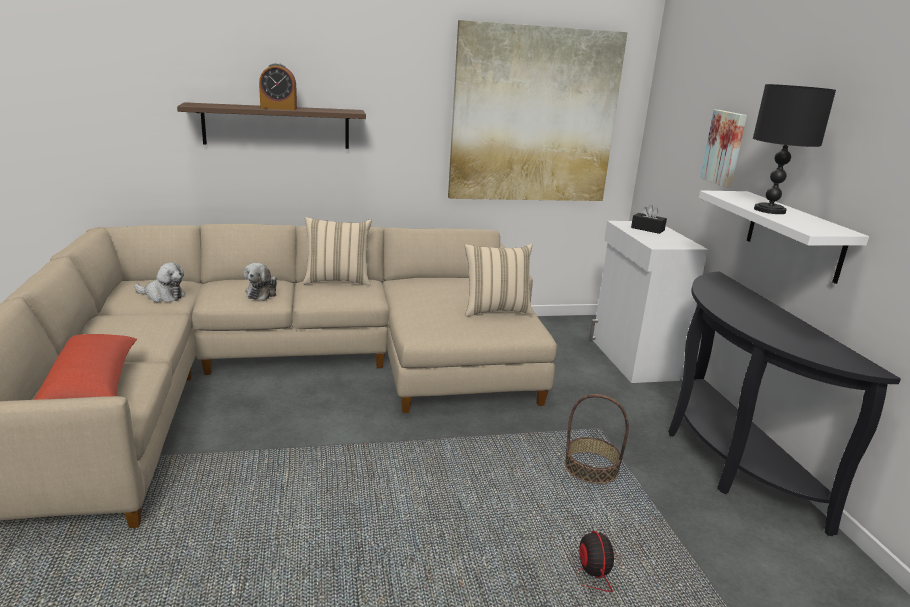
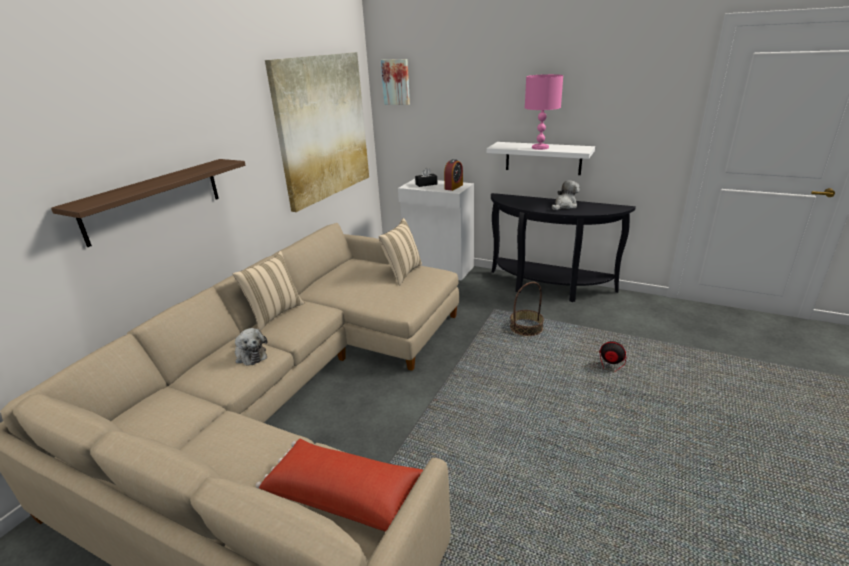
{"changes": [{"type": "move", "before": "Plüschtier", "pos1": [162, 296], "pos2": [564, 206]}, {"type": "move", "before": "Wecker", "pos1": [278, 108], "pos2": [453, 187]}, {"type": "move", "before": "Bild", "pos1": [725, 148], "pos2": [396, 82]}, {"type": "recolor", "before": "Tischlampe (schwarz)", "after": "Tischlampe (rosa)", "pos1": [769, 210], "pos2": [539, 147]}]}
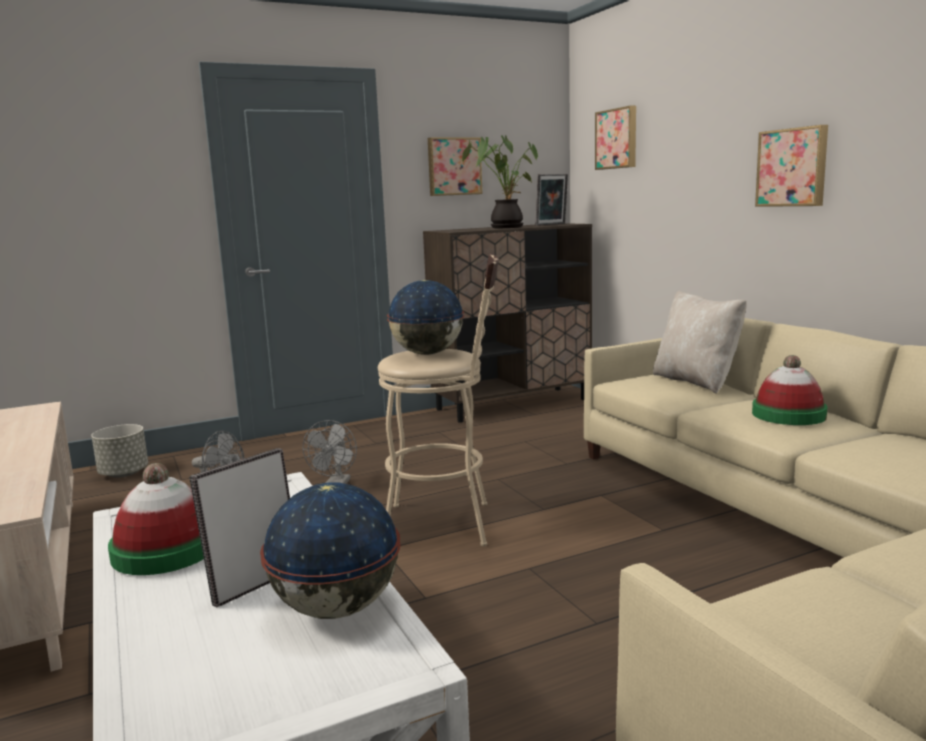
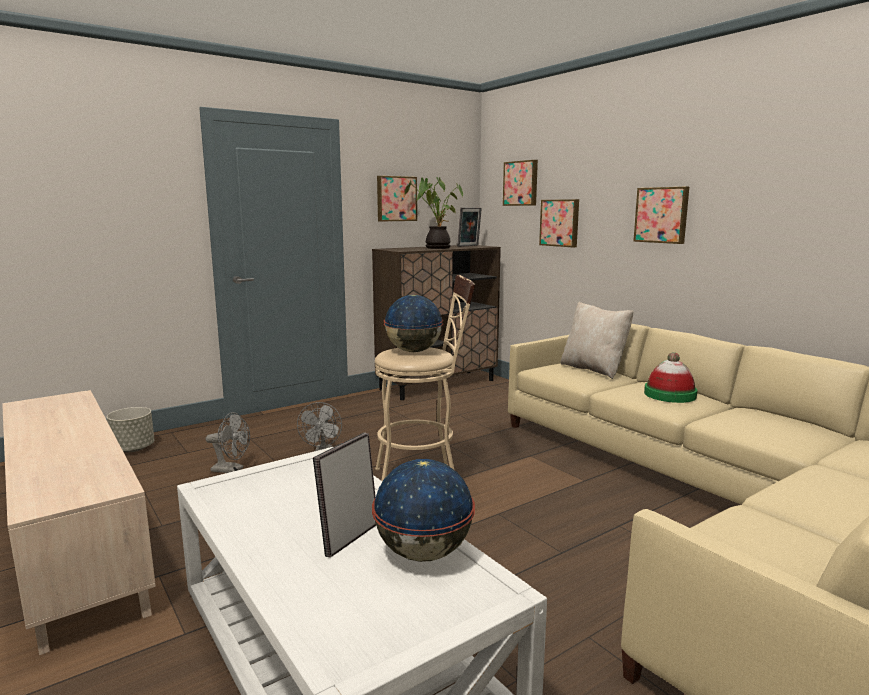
{"changes": [{"type": "delete", "before": "Hut", "pos1": [166, 549]}, {"type": "insert", "after": "Bild", "pos2": [560, 223]}]}
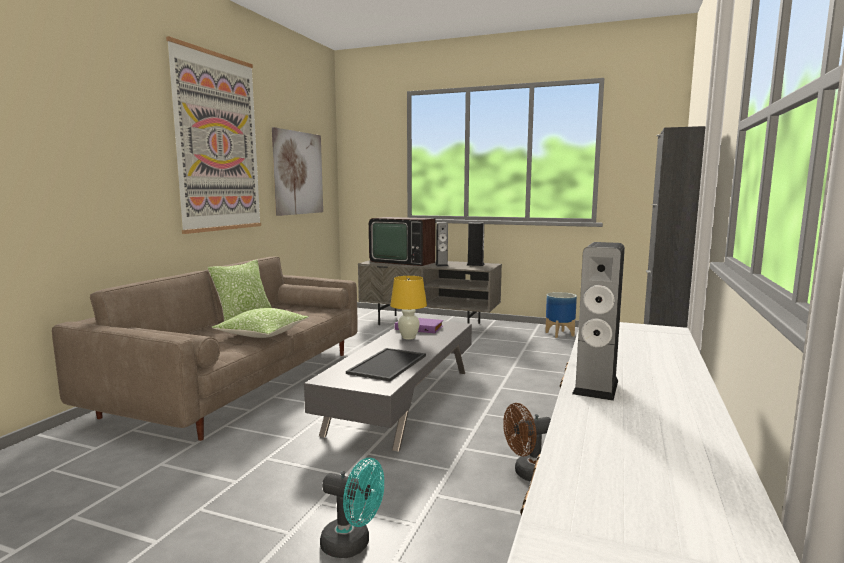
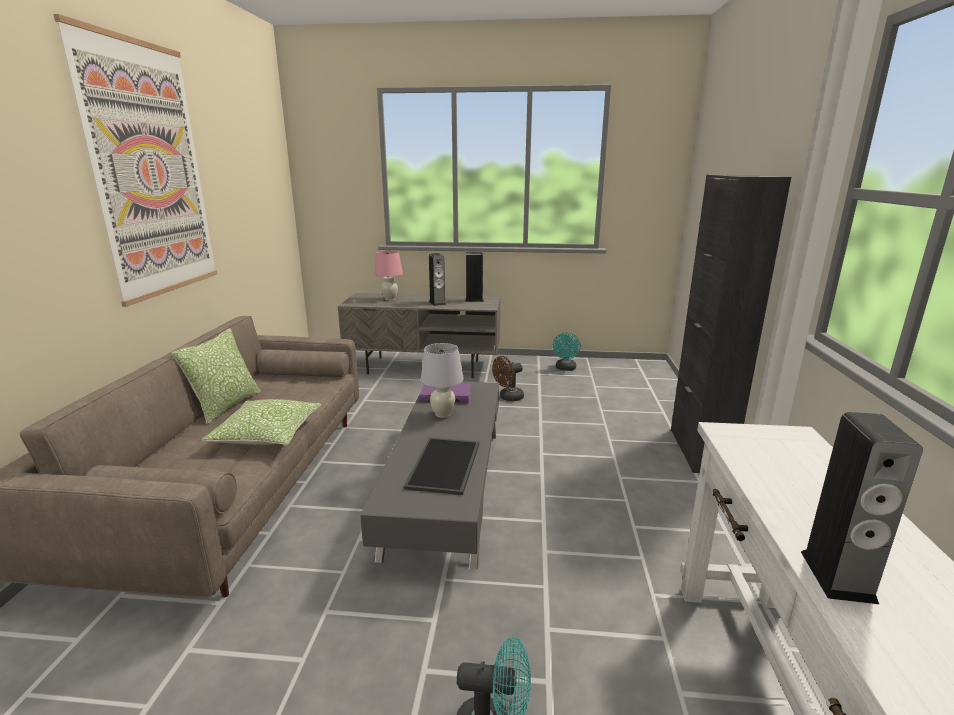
{"changes": [{"type": "delete", "before": "Bild", "pos1": [298, 173]}, {"type": "replace", "before": "Fernseher", "after": "Tischlampe (rosa)", "pos1": [403, 261], "pos2": [390, 299]}, {"type": "recolor", "before": "Tischlampe (gelb)", "after": "Tischlampe (weiß)", "pos1": [408, 337], "pos2": [442, 414]}, {"type": "move", "before": "Ventilator (braun)", "pos1": [528, 474], "pos2": [508, 398]}, {"type": "replace", "before": "Pflanzkübel", "after": "Ventilator (türkis)", "pos1": [560, 334], "pos2": [565, 369]}]}
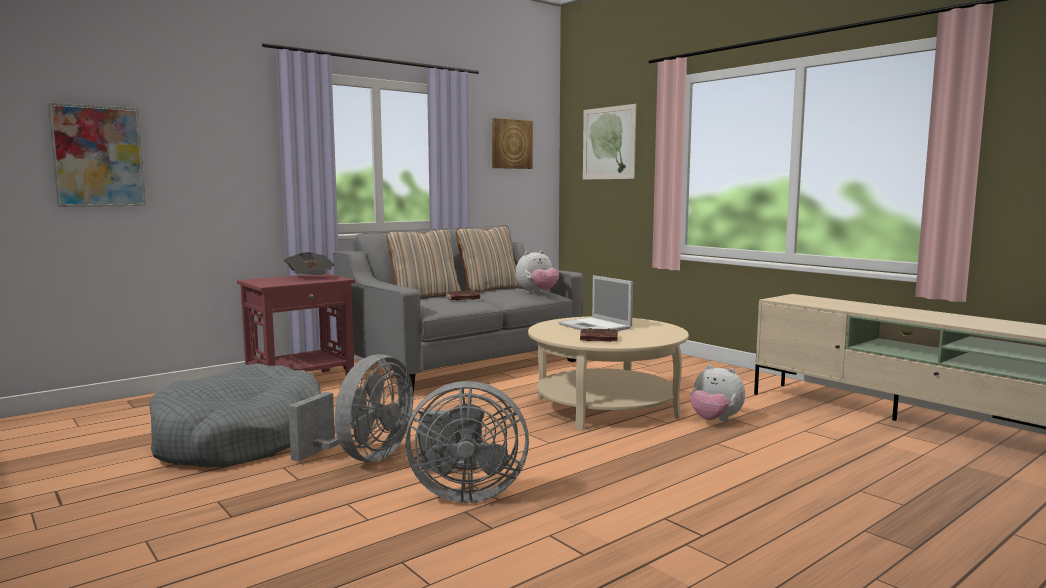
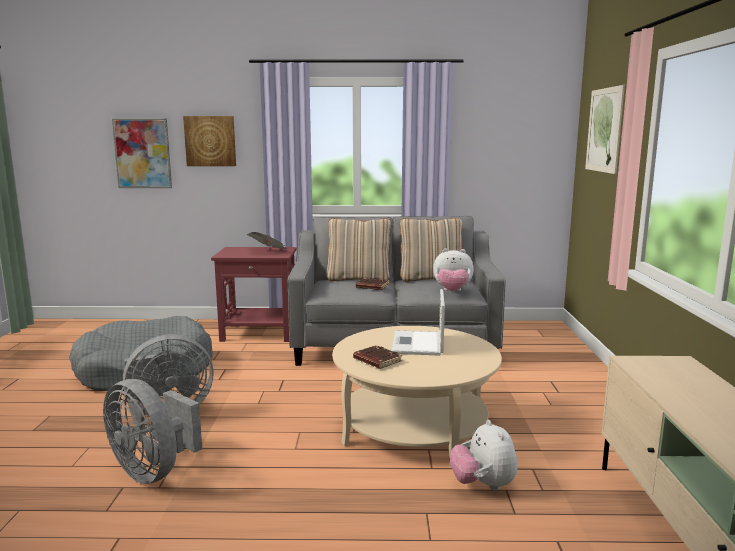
{"changes": [{"type": "move", "before": "Bild", "pos1": [511, 144], "pos2": [210, 141]}]}
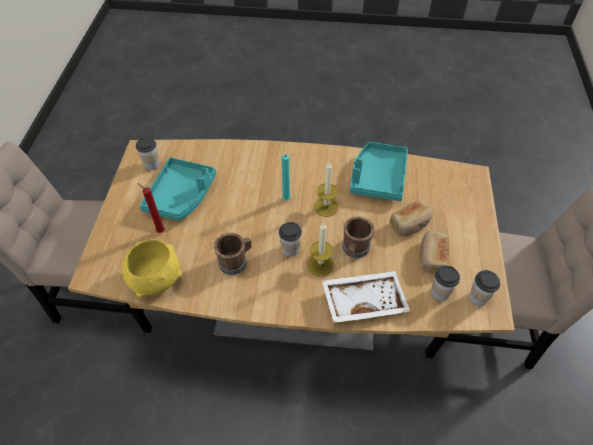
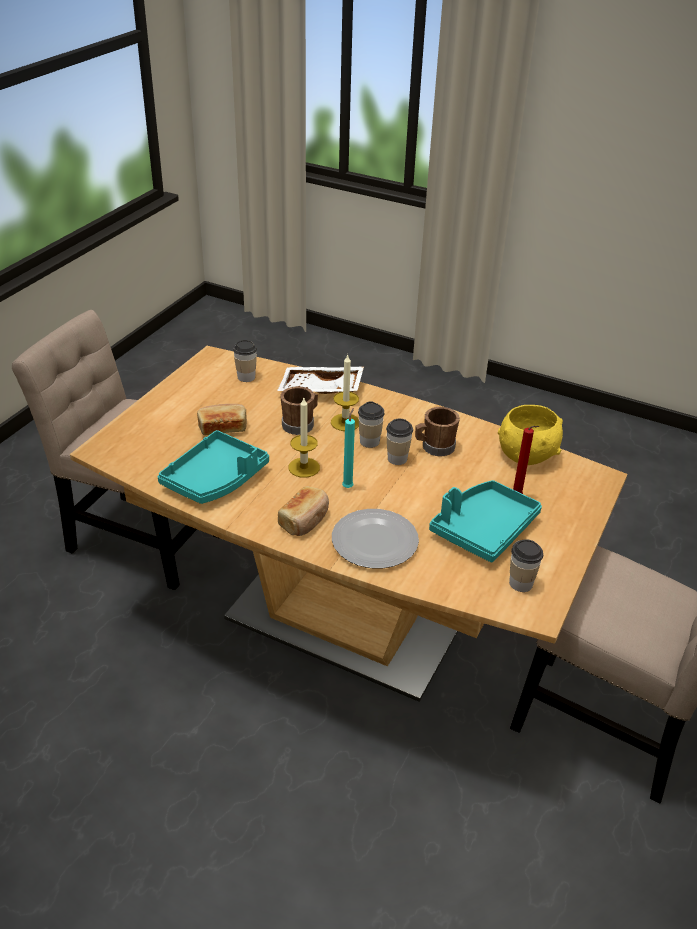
{"changes": [{"type": "move", "before": "Brot", "pos1": [432, 257], "pos2": [305, 520]}, {"type": "move", "before": "Tasse", "pos1": [478, 298], "pos2": [397, 458]}, {"type": "insert", "after": "Teller", "pos2": [375, 541]}]}
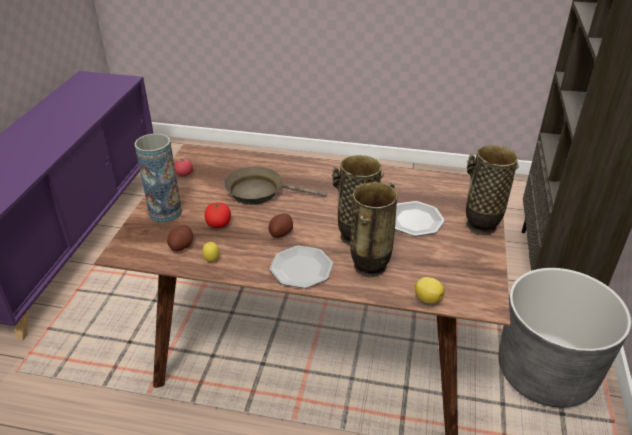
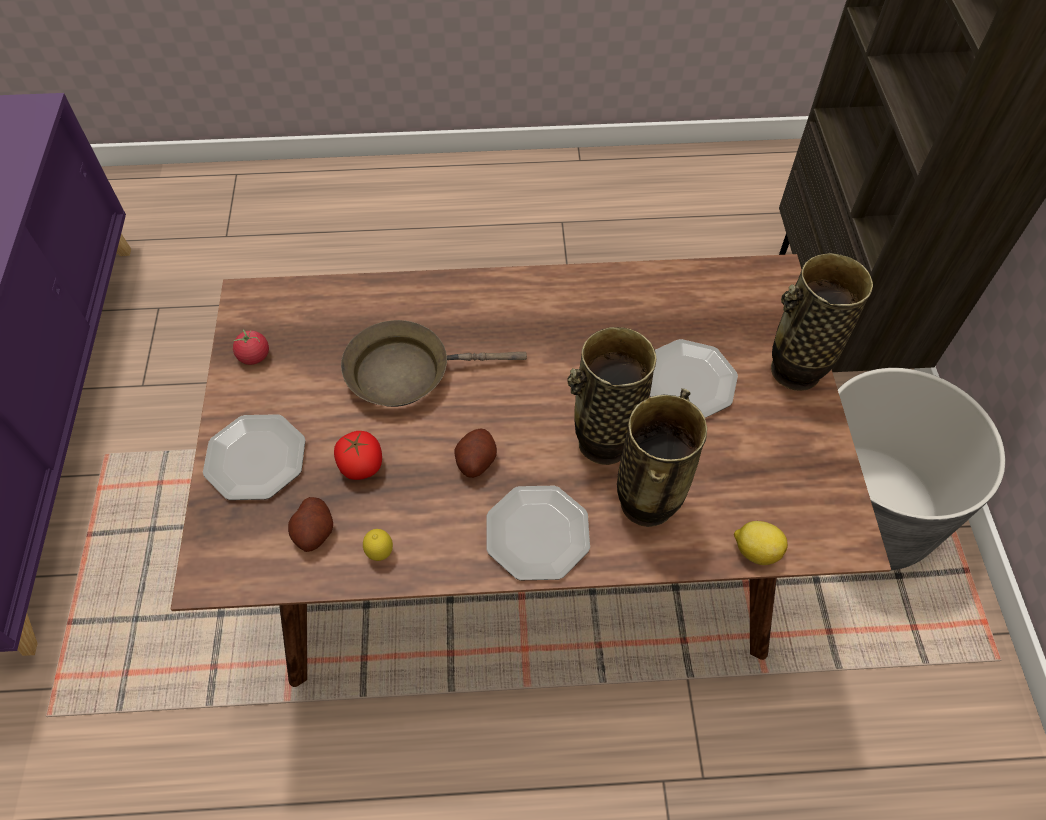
{"changes": [{"type": "replace", "before": "Vase", "after": "Teller", "pos1": [165, 212], "pos2": [255, 459]}]}
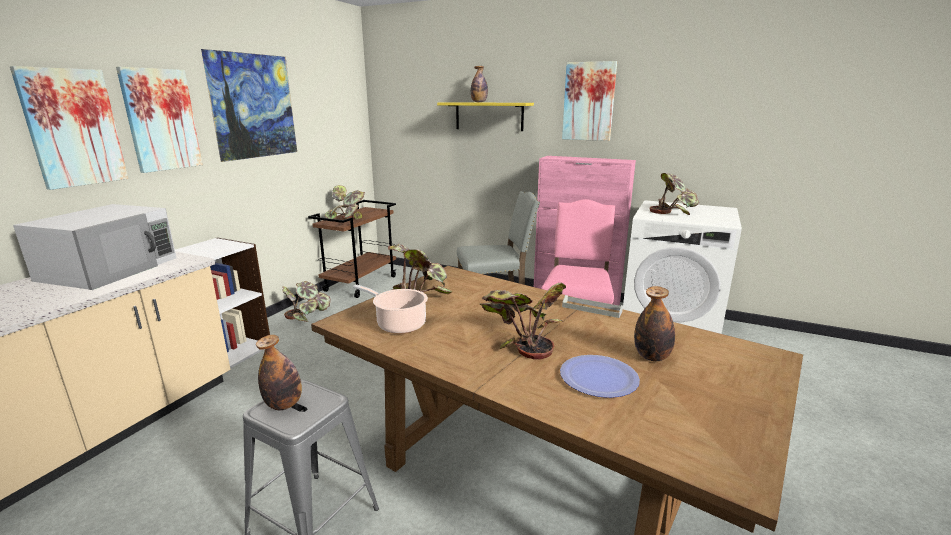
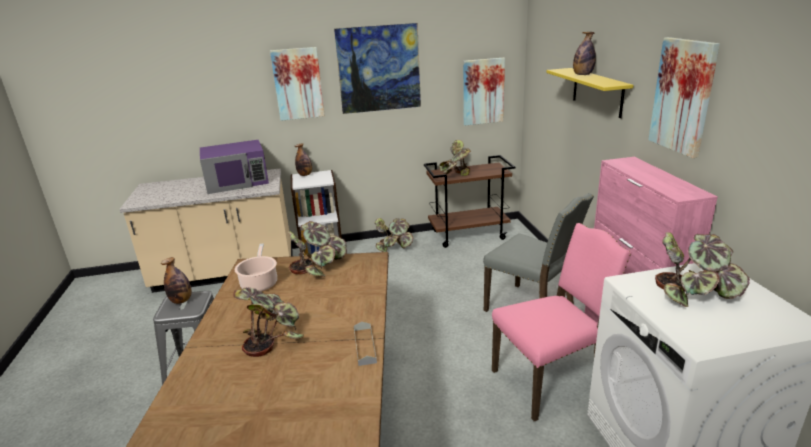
{"changes": [{"type": "move", "before": "Bild", "pos1": [73, 128], "pos2": [483, 91]}, {"type": "recolor", "before": "Mikrowelle (weiß)", "after": "Mikrowelle (lila)", "pos1": [110, 268], "pos2": [237, 181]}, {"type": "delete", "before": "Teller", "pos1": [598, 377]}, {"type": "move", "before": "Flasche", "pos1": [651, 357], "pos2": [305, 175]}]}
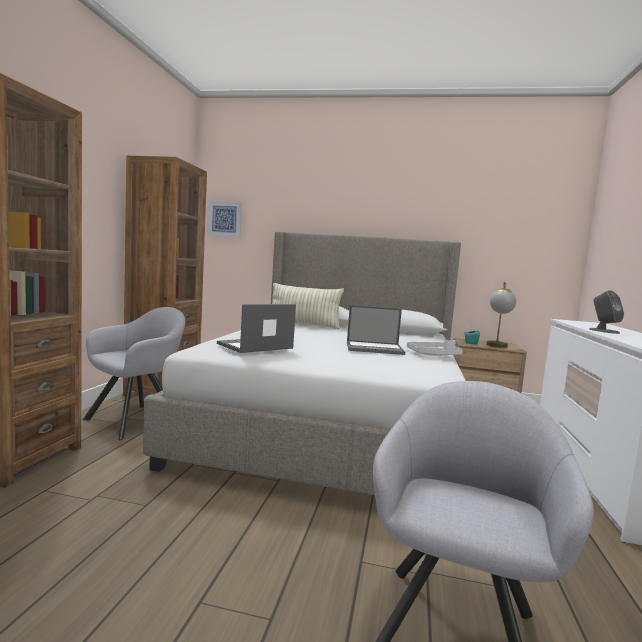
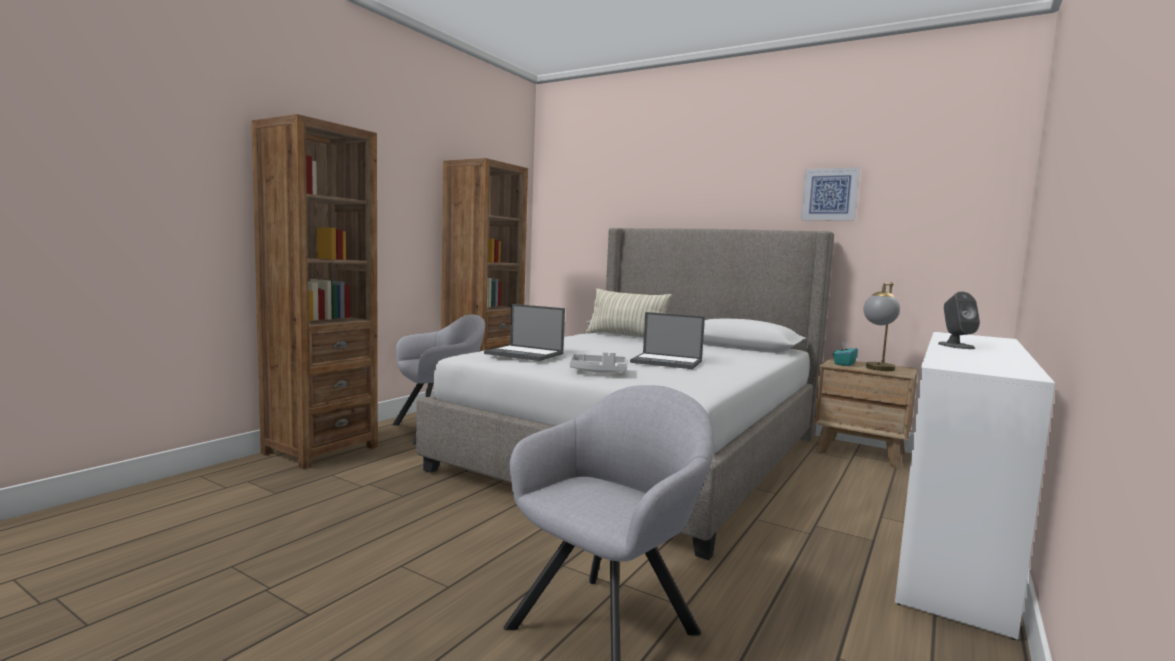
{"changes": [{"type": "move", "before": "Bild", "pos1": [225, 219], "pos2": [830, 194]}, {"type": "rotate", "before": "Laptop", "pos1": [254, 346], "pos2": [525, 354], "turn": -135}, {"type": "move", "before": "Tablett (grau)", "pos1": [433, 355], "pos2": [598, 372]}]}
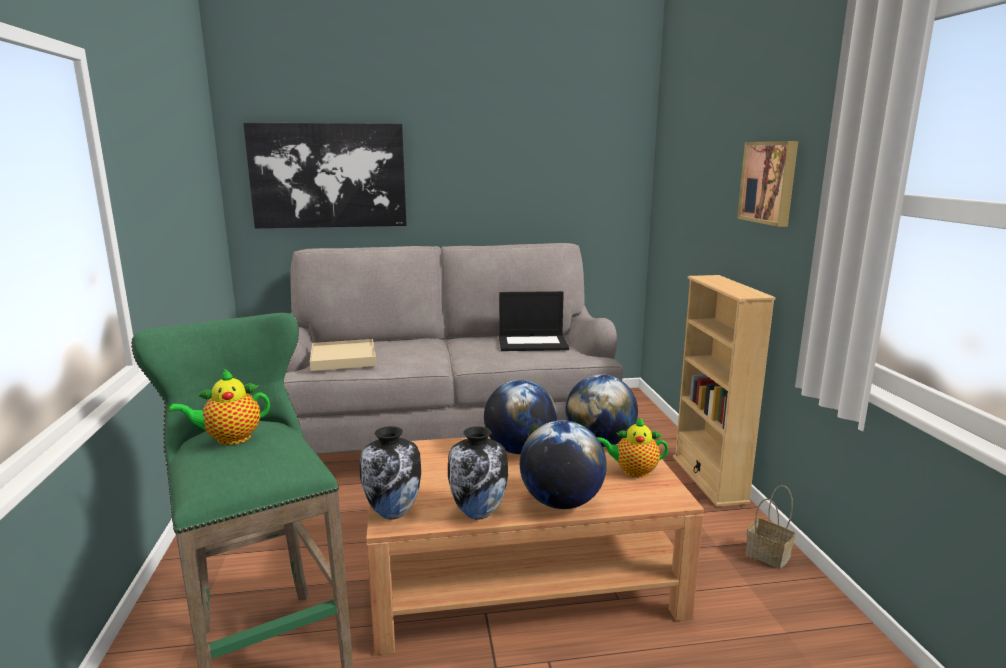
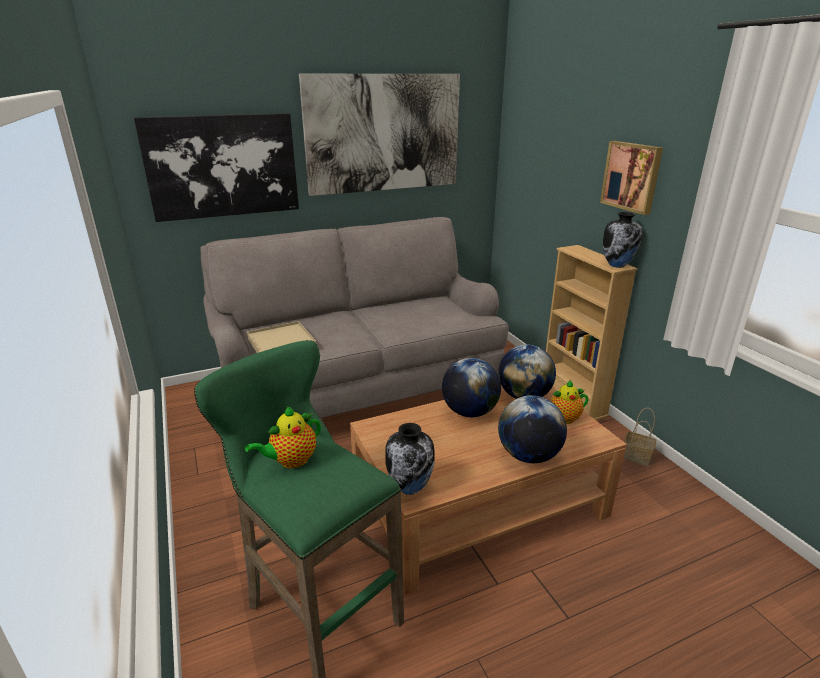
{"changes": [{"type": "move", "before": "Vase", "pos1": [479, 513], "pos2": [617, 265]}, {"type": "delete", "before": "Laptop", "pos1": [533, 343]}, {"type": "insert", "after": "Bild", "pos2": [383, 133]}]}
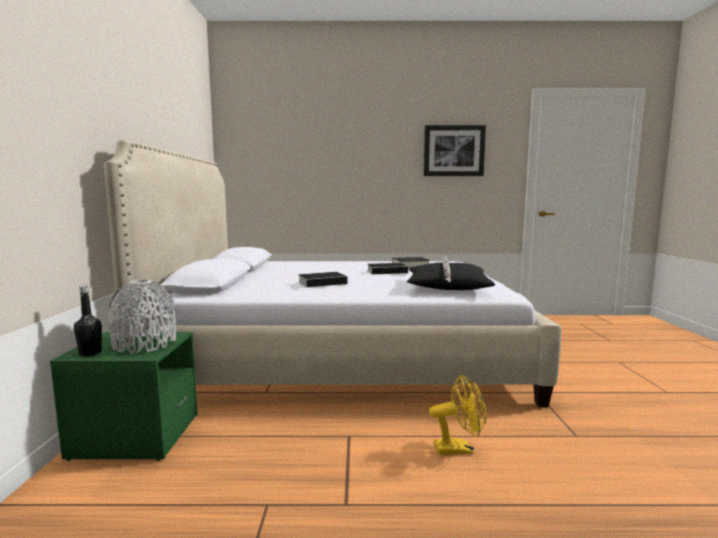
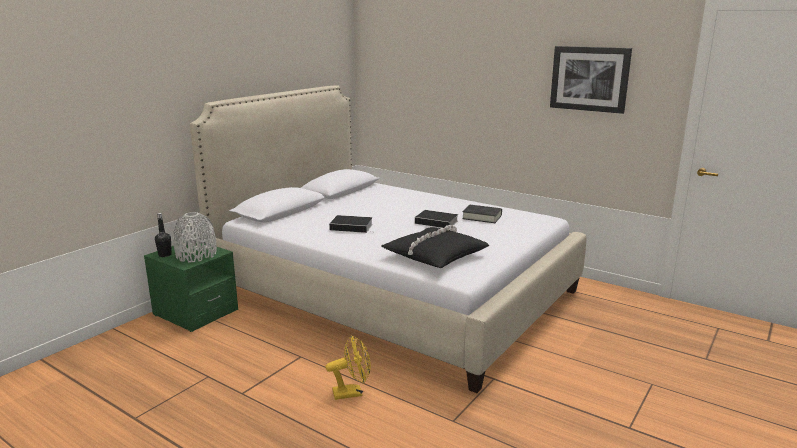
{"changes": [{"type": "rotate", "before": "Ventilator (gelb)", "pos1": [459, 449], "pos2": [352, 392], "turn": -45}]}
